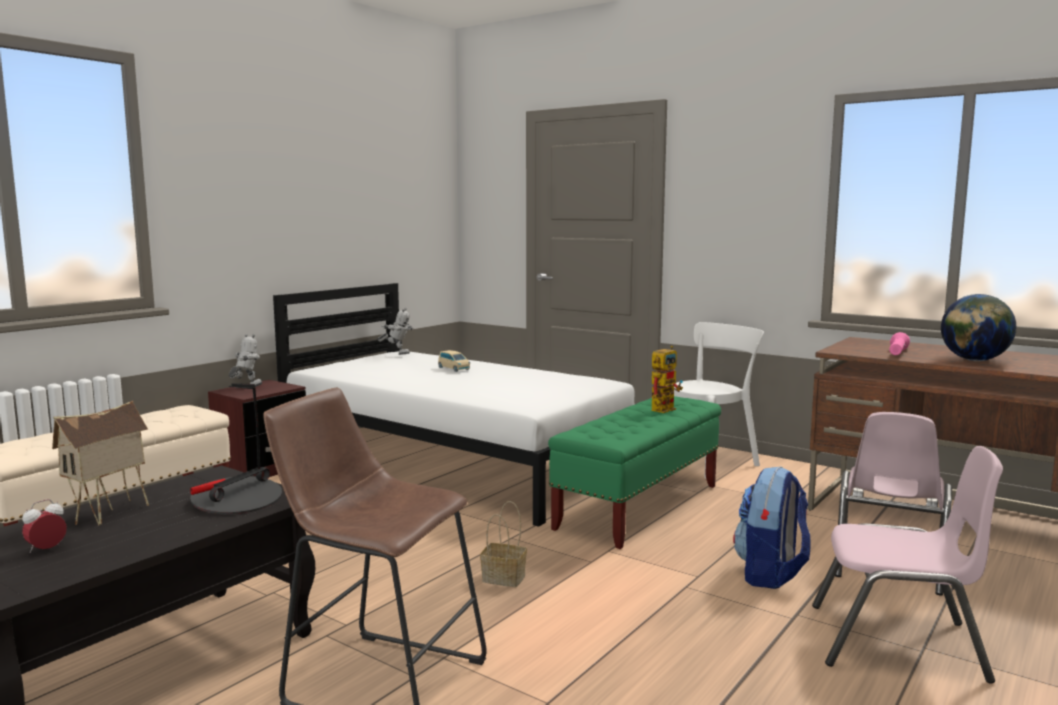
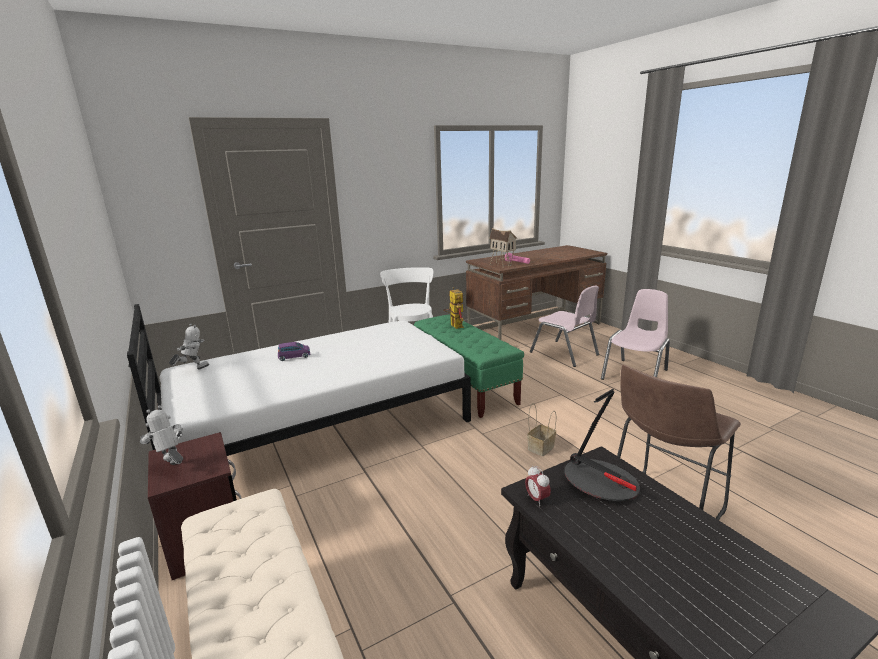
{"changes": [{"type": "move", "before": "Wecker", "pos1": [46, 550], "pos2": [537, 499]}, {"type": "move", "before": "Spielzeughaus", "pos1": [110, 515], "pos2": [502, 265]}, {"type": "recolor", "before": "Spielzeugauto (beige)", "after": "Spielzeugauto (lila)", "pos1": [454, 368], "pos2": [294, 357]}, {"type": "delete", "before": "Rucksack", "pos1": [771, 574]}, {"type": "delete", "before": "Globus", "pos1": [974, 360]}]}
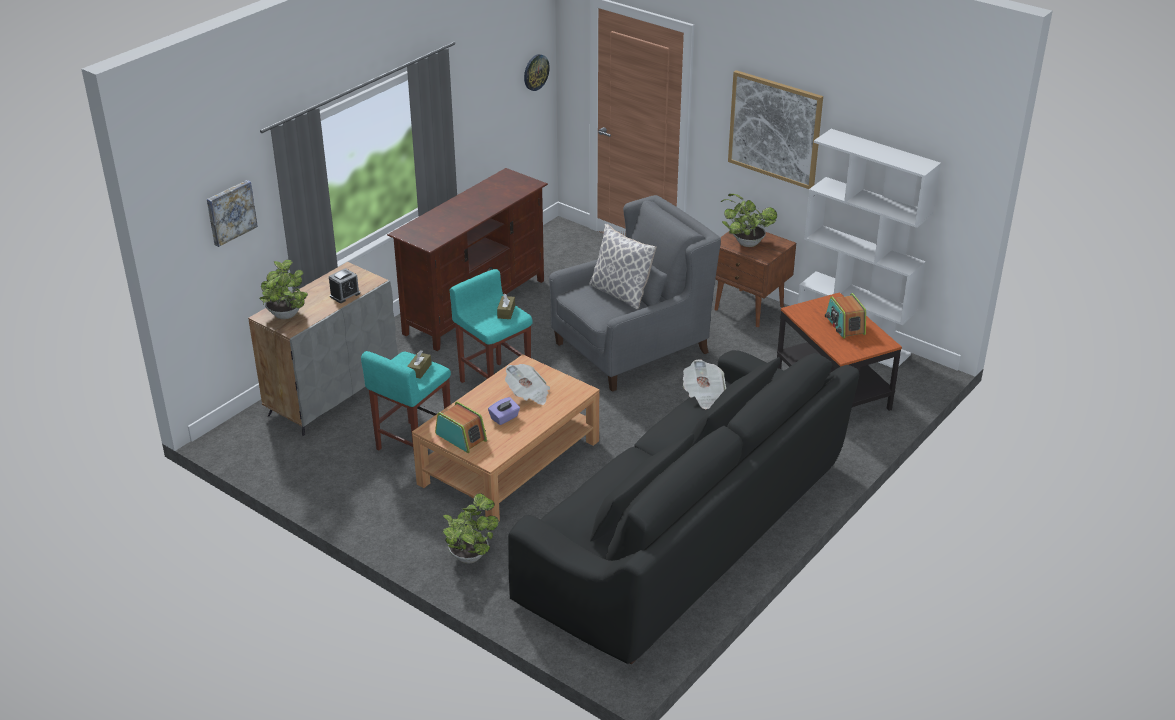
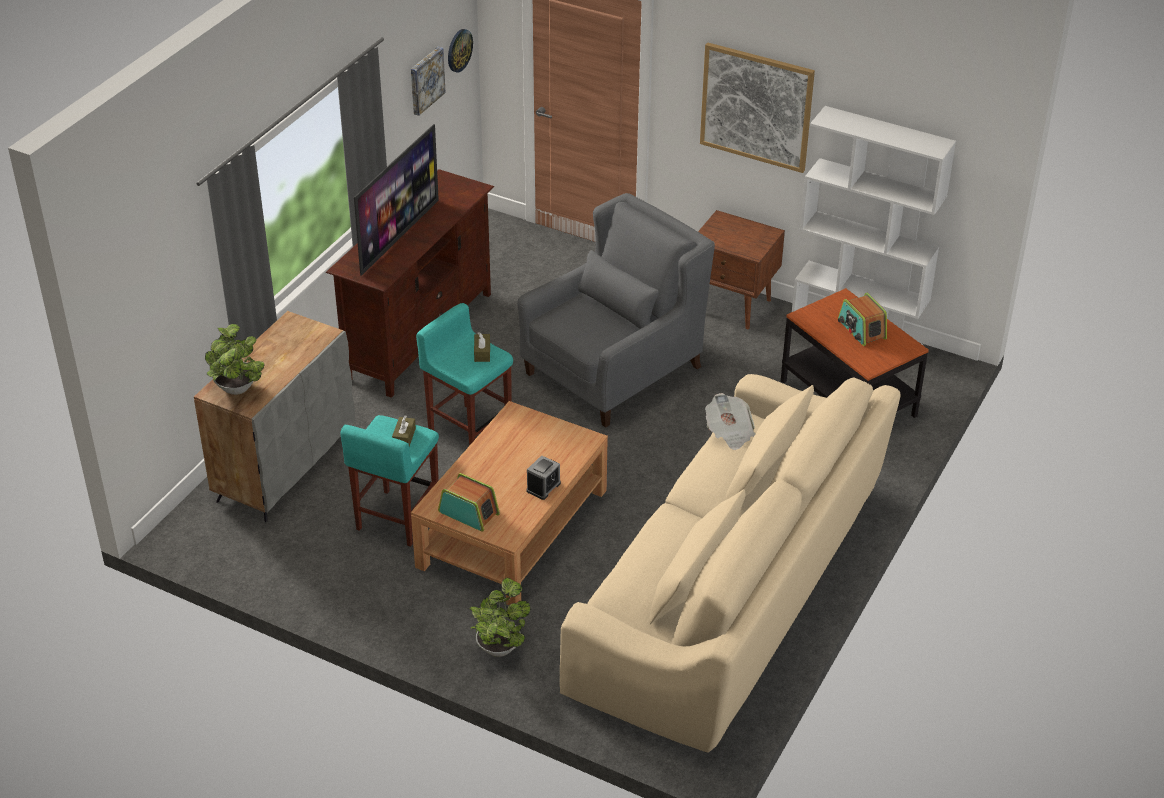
{"changes": [{"type": "move", "before": "Bild", "pos1": [230, 212], "pos2": [425, 80]}, {"type": "move", "before": "Wecker", "pos1": [345, 295], "pos2": [543, 487]}, {"type": "delete", "before": "Taschentuchbox (lila)", "pos1": [504, 418]}, {"type": "delete", "before": "Zeitung", "pos1": [528, 394]}, {"type": "recolor", "before": "Sofa (schwarz)", "after": "Sofa (beige)", "pos1": [687, 534], "pos2": [732, 591]}, {"type": "delete", "before": "Kissen", "pos1": [620, 293]}, {"type": "delete", "before": "Topfpflanze", "pos1": [745, 242]}, {"type": "insert", "after": "Fernseher", "pos2": [398, 236]}]}
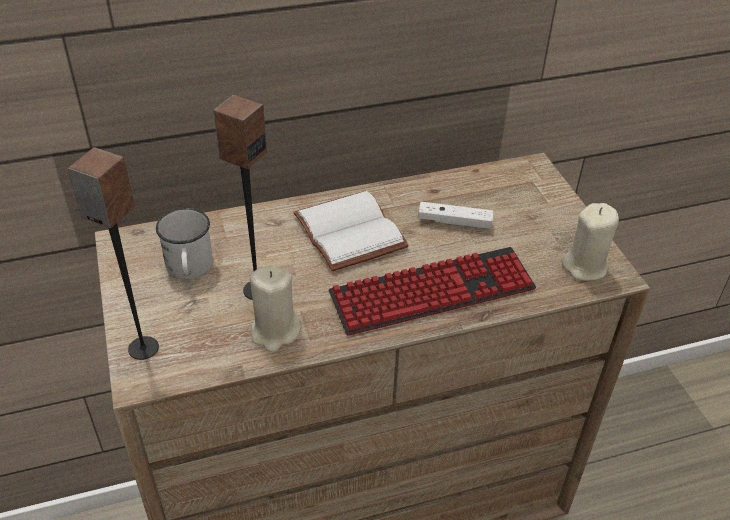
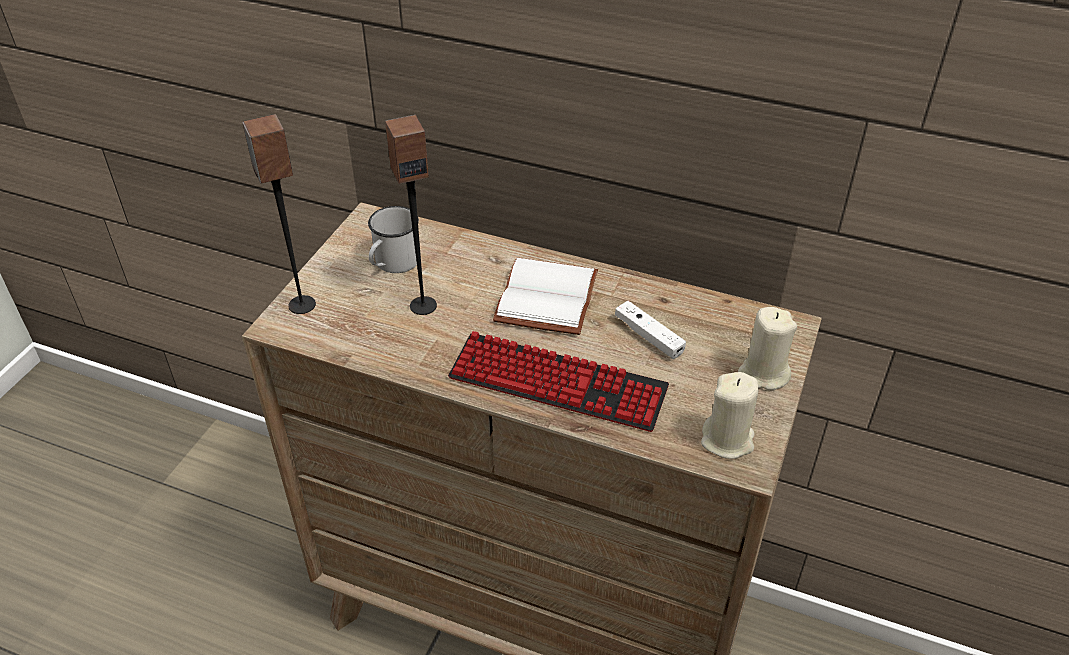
{"changes": [{"type": "move", "before": "Kerze (beige)", "pos1": [275, 332], "pos2": [763, 374]}]}
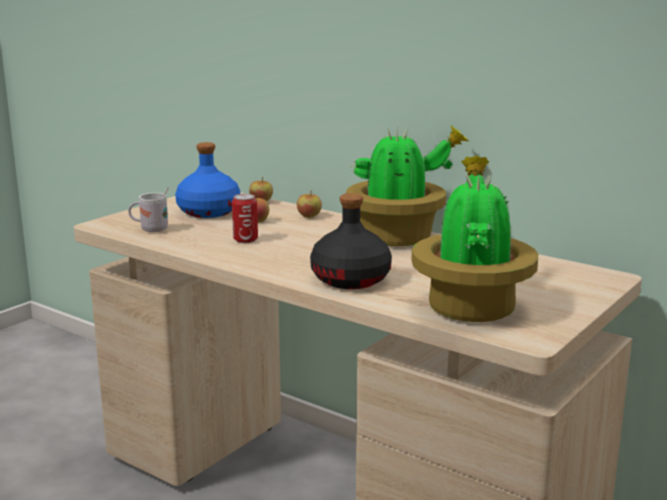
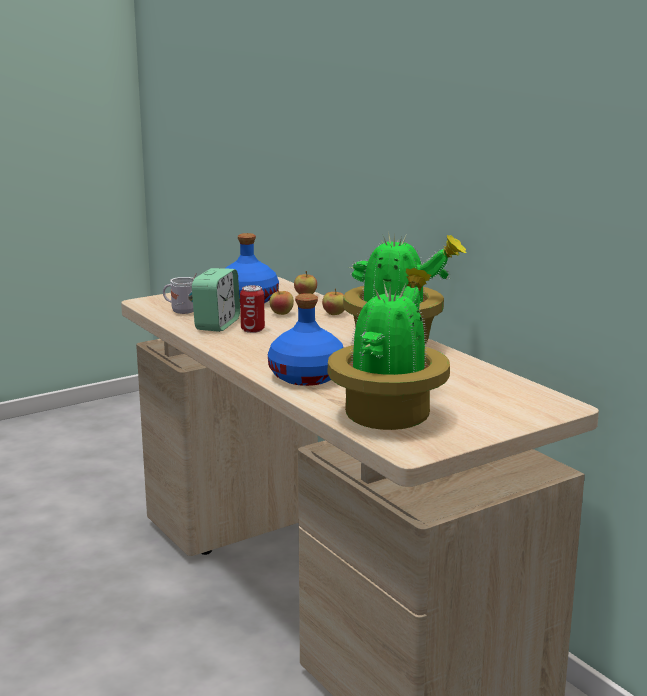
{"changes": [{"type": "recolor", "before": "Flasche (schwarz)", "after": "Flasche (blau)", "pos1": [351, 279], "pos2": [307, 376]}, {"type": "insert", "after": "Wecker", "pos2": [217, 324]}]}
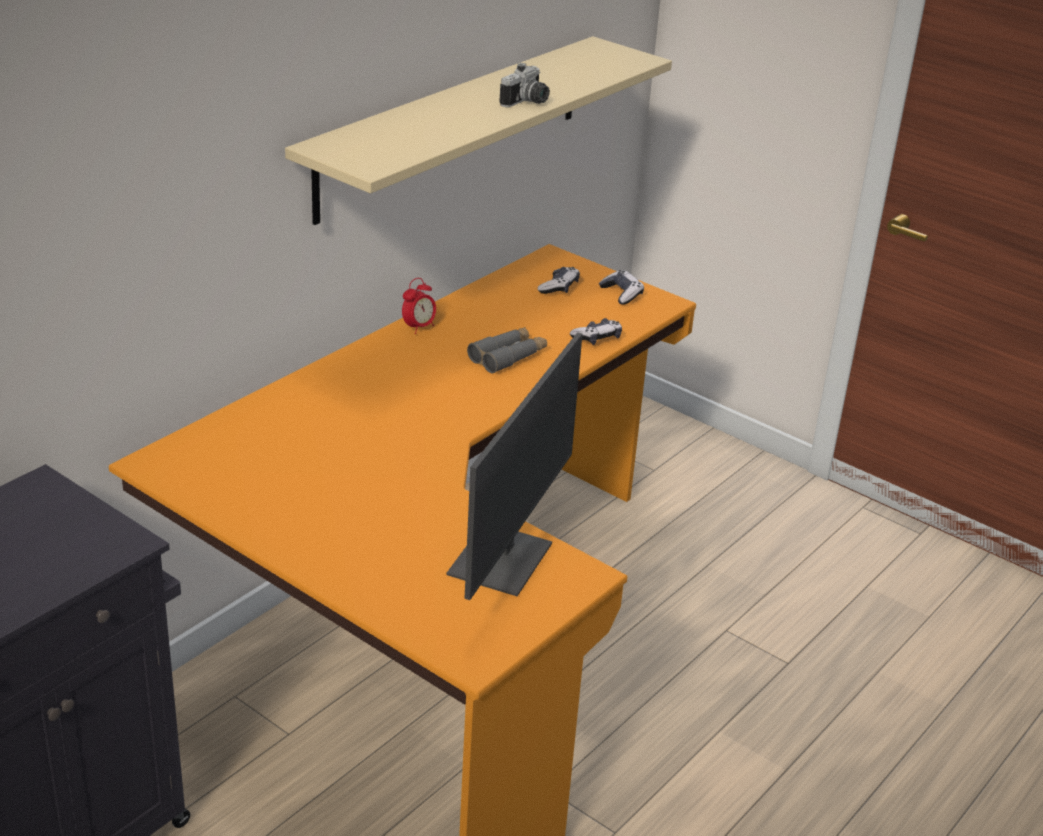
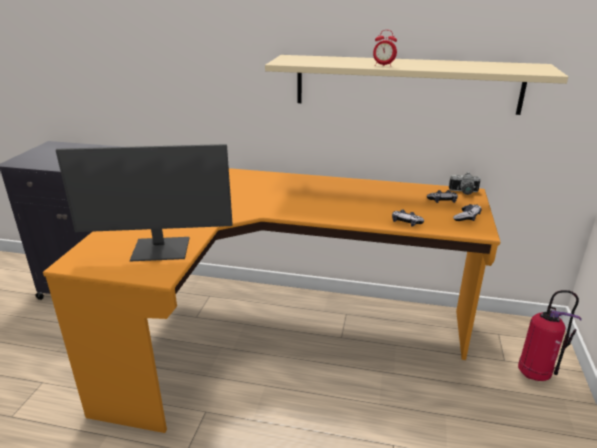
{"changes": [{"type": "move", "before": "Wecker", "pos1": [419, 327], "pos2": [383, 65]}, {"type": "delete", "before": "Fernglas (grau)", "pos1": [508, 356]}, {"type": "move", "before": "Kamera", "pos1": [527, 102], "pos2": [464, 192]}, {"type": "insert", "after": "Feuerlöscher", "pos2": [535, 373]}]}
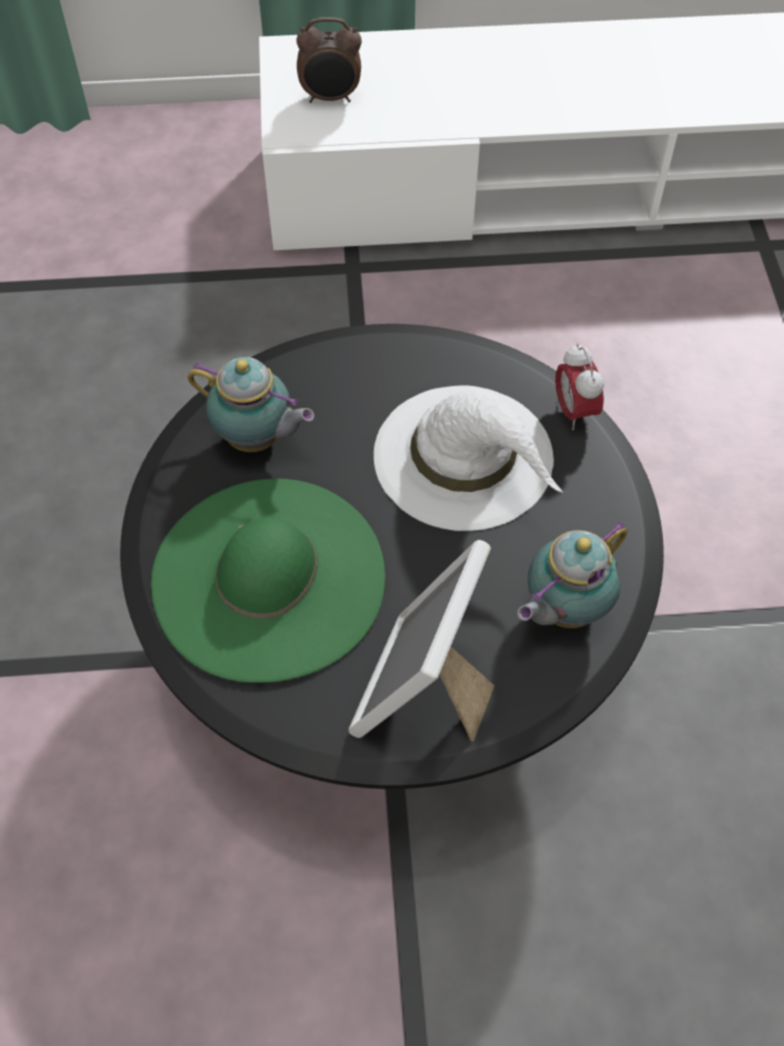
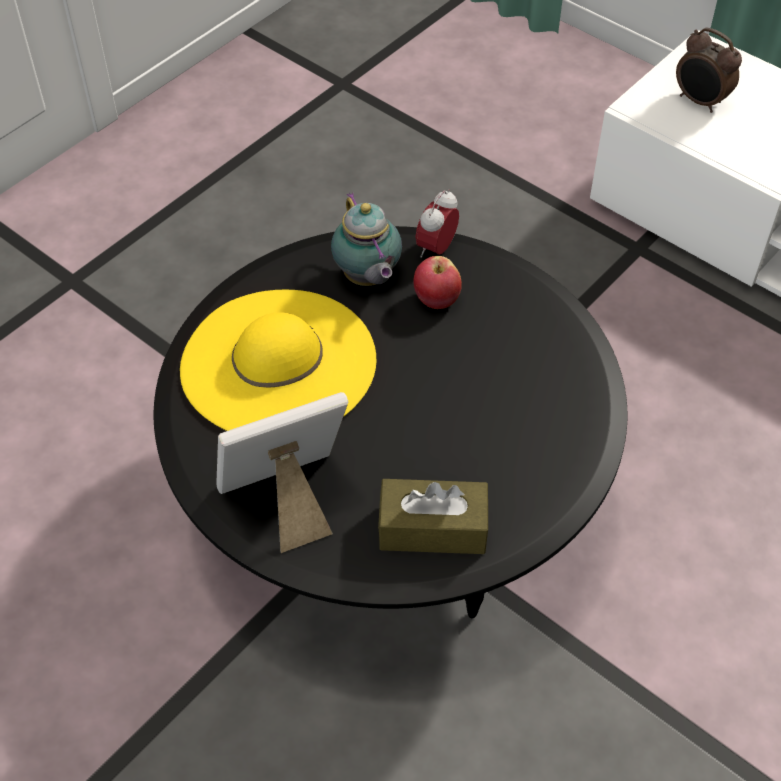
{"changes": [{"type": "recolor", "before": "Hut (grün)", "after": "Hut (gelb)", "pos1": [269, 578], "pos2": [278, 363]}, {"type": "delete", "before": "Hut (weiß)", "pos1": [466, 457]}, {"type": "replace", "before": "Teekanne", "after": "Taschentuchbox (braun)", "pos1": [562, 610], "pos2": [432, 528]}, {"type": "move", "before": "Wecker", "pos1": [574, 411], "pos2": [436, 248]}, {"type": "insert", "after": "Apfel", "pos2": [436, 300]}]}
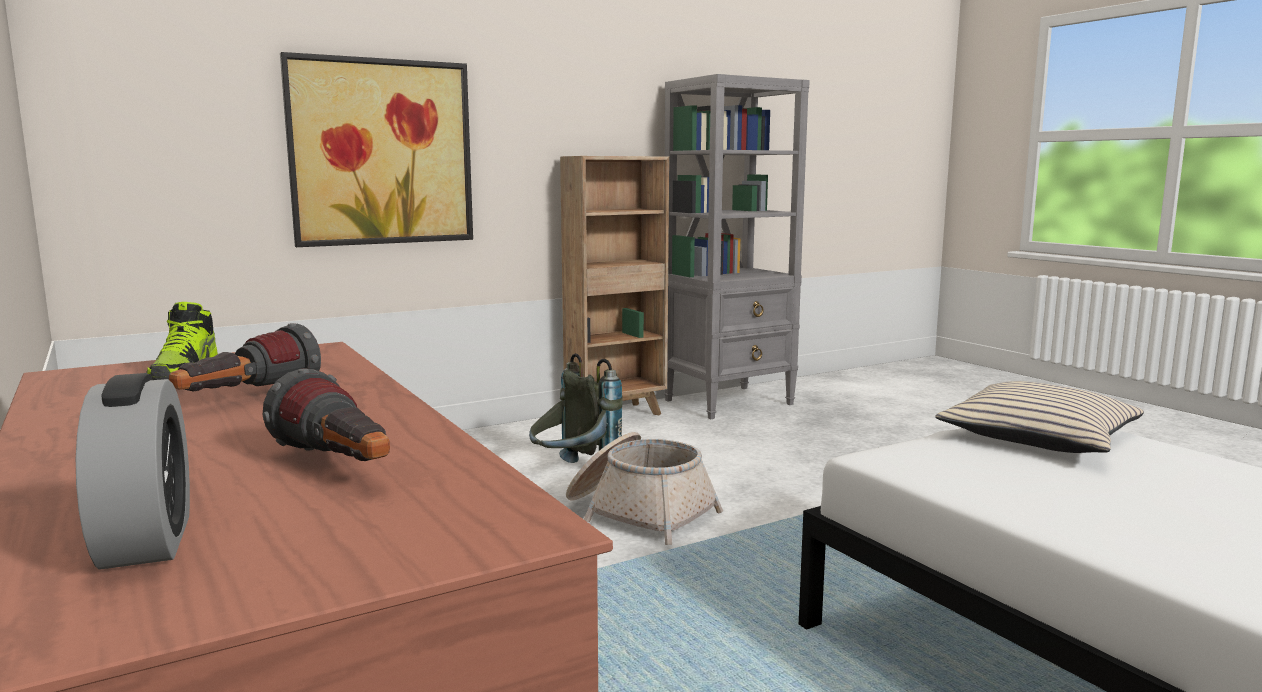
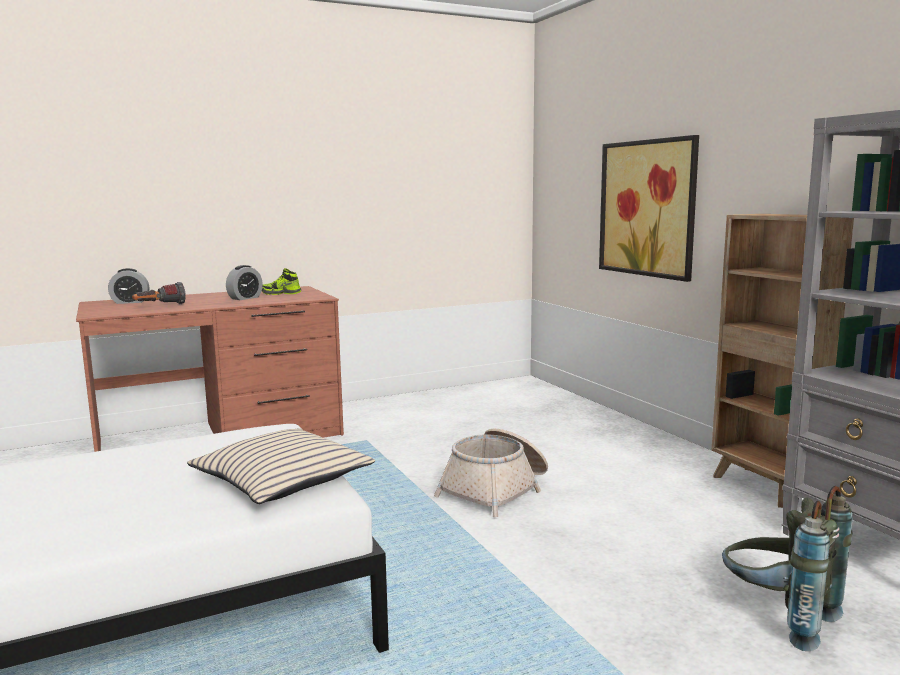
{"changes": [{"type": "replace", "before": "Taschenlampe", "after": "Wecker", "pos1": [247, 399], "pos2": [245, 298]}, {"type": "move", "before": "Rucksack (grau)", "pos1": [573, 474], "pos2": [778, 618]}]}
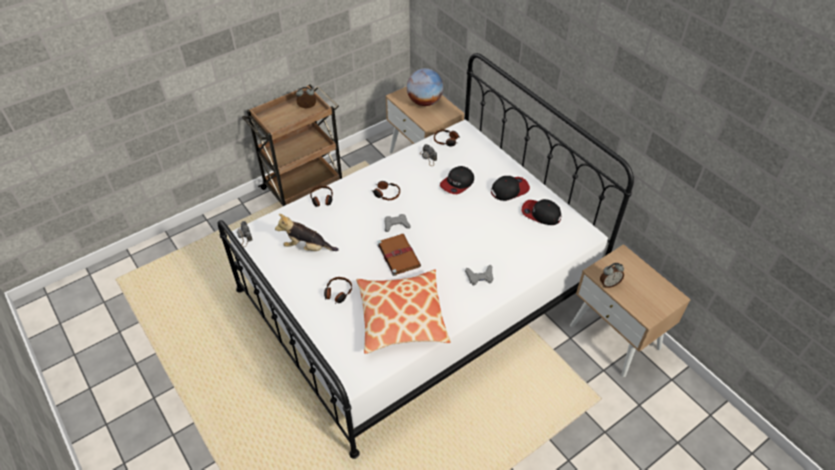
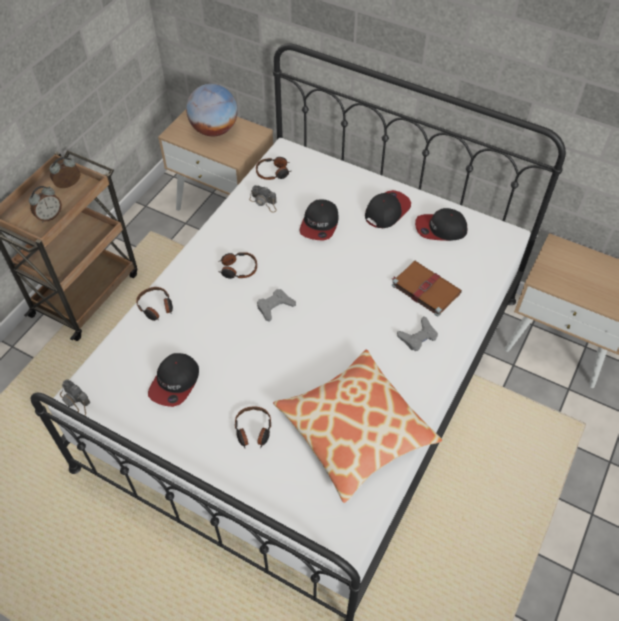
{"changes": [{"type": "replace", "before": "Plüschtier", "after": "Kappe", "pos1": [307, 247], "pos2": [175, 383]}, {"type": "move", "before": "Buch (braun)", "pos1": [398, 255], "pos2": [424, 289]}, {"type": "move", "before": "Wecker", "pos1": [609, 283], "pos2": [49, 216]}]}
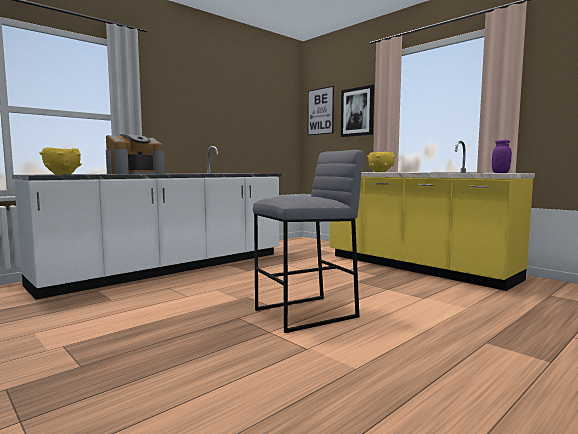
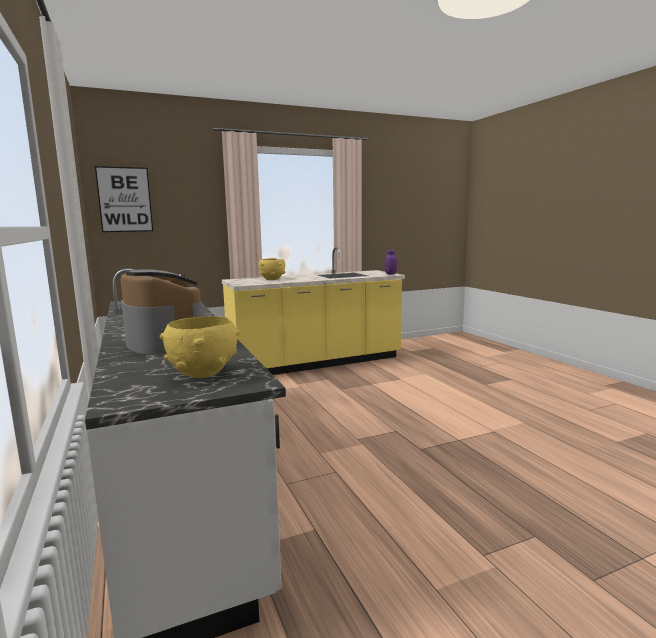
{"changes": [{"type": "delete", "before": "Hocker (grau)", "pos1": [306, 314]}, {"type": "delete", "before": "Bild", "pos1": [357, 112]}]}
